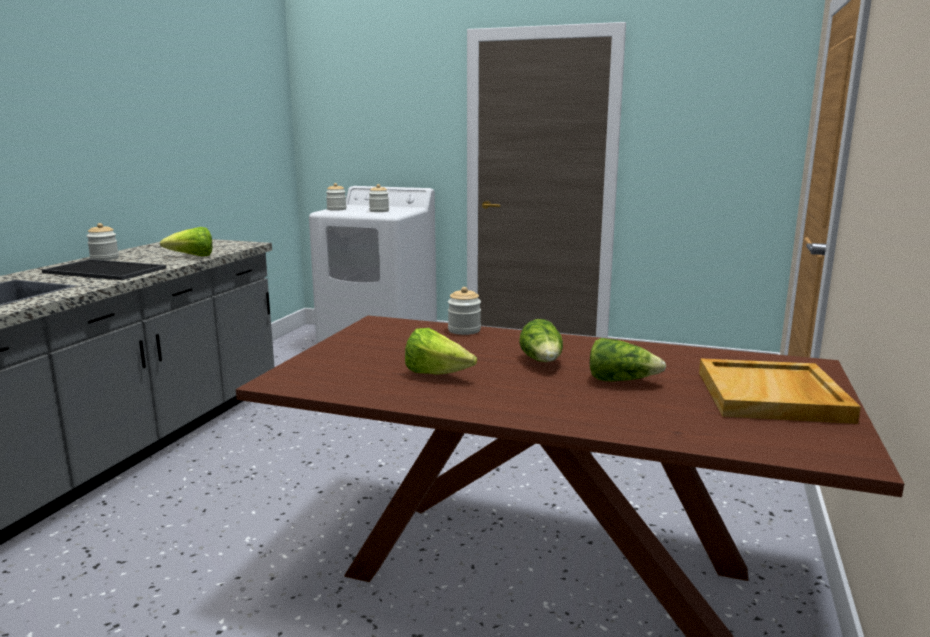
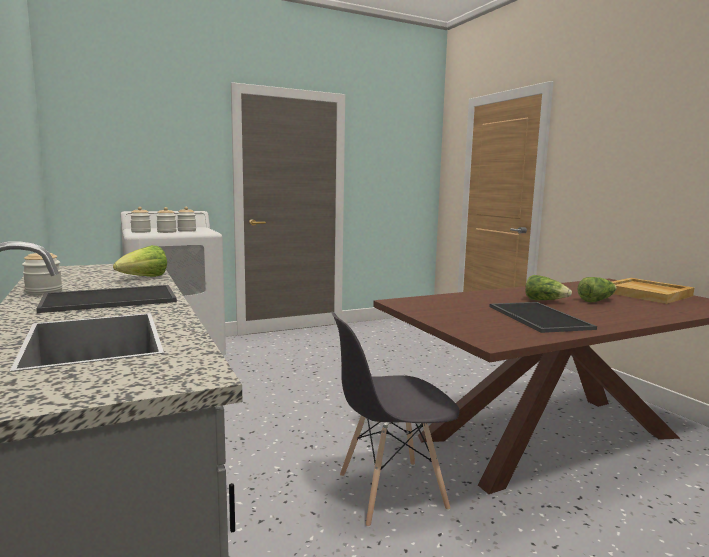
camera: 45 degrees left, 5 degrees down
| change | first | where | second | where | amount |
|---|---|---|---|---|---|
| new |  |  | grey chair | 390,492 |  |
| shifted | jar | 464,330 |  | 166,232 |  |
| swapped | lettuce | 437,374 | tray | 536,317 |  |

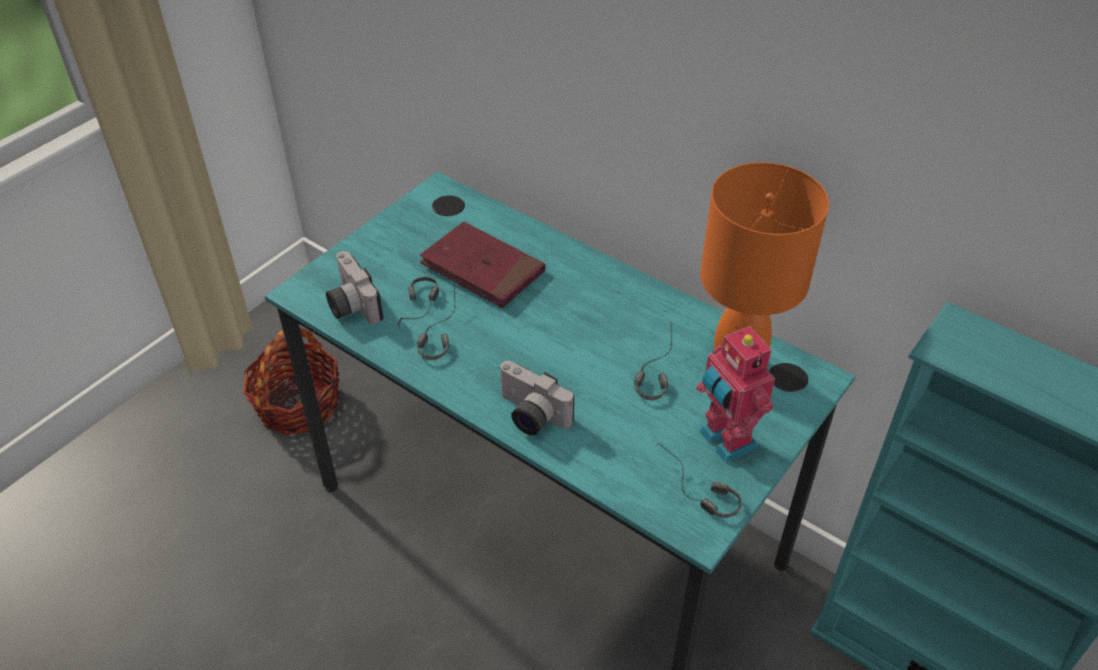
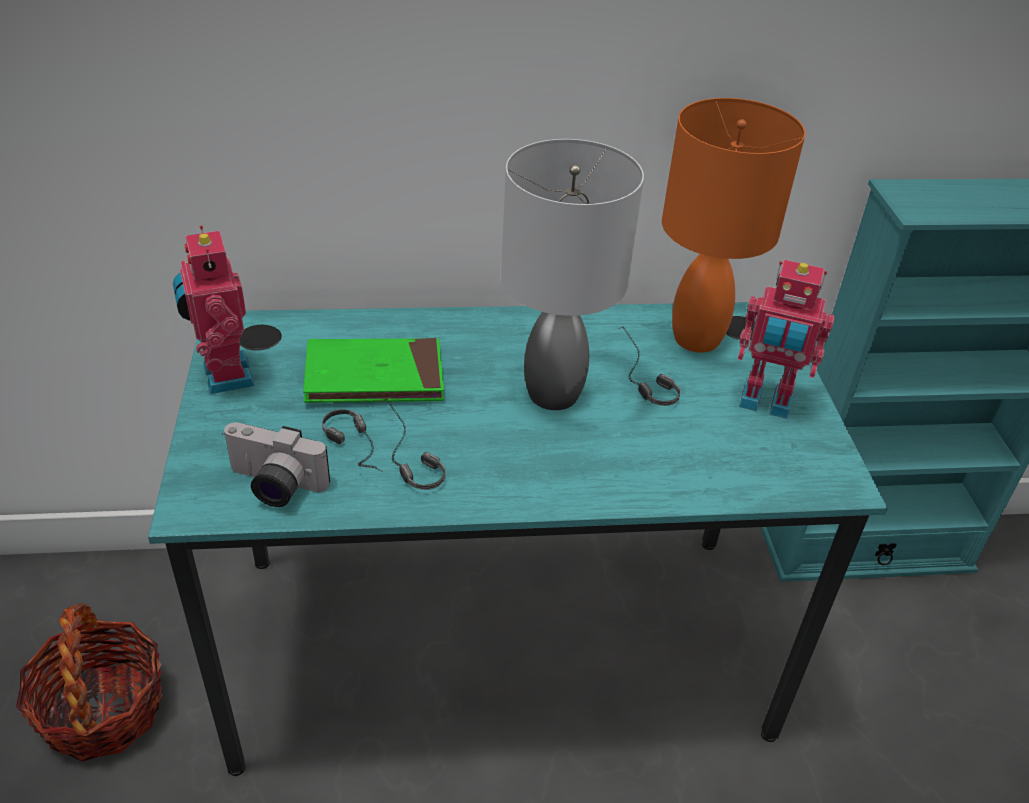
camera: 45 degrees left, 5 degrees down
| change | first | where | second | where | amount |
|---|---|---|---|---|---|
| gone | photo camera | 529,416 |  |  |  |
| gone | headphones | 692,490 |  |  |  |
| new |  |  | toy robot | 224,376 |  |
| new |  |  | grey table lamp | 554,395 |  |
| repainted | red book | 482,268 | green book | 374,376 |  |

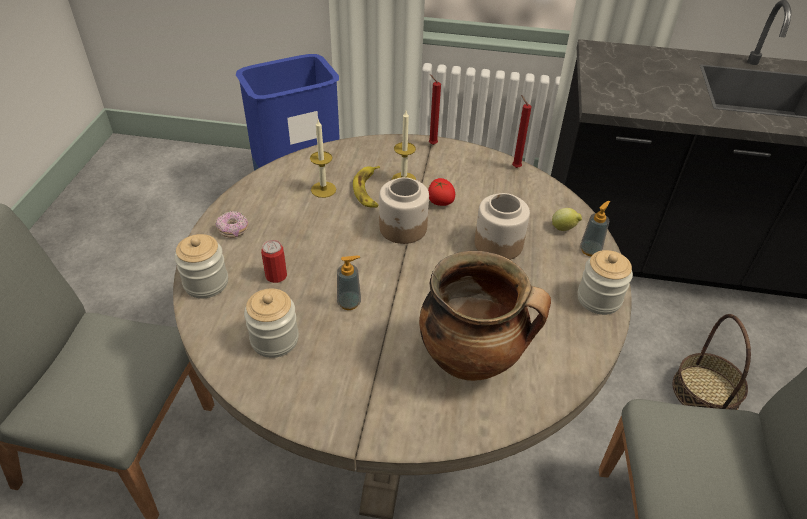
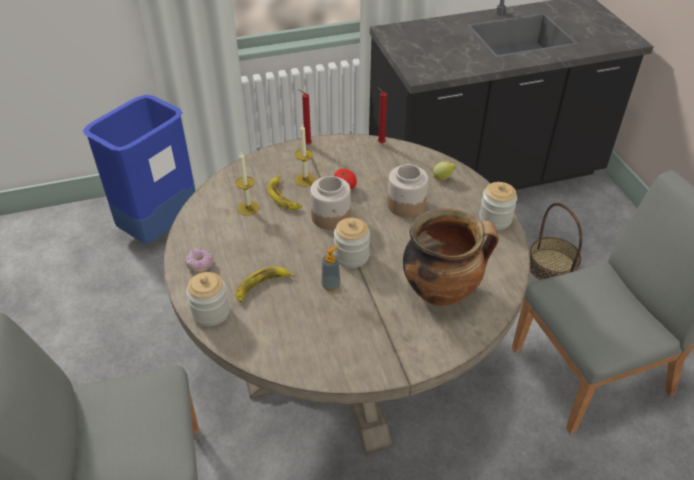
camera: 25 degrees left, 0 degrees up
| change | first | where | second | where | amount |
|---|---|---|---|---|---|
| gone | soap dispenser | 590,250 |  |  |  |
| shifted | jar | 274,339 |  | 351,256 |  |
| swapped | can | 276,276 | banana | 262,286 |  |

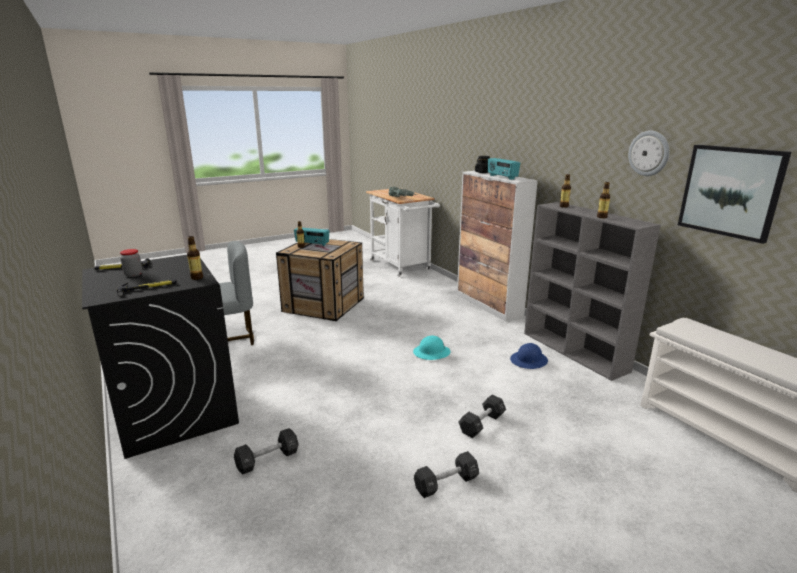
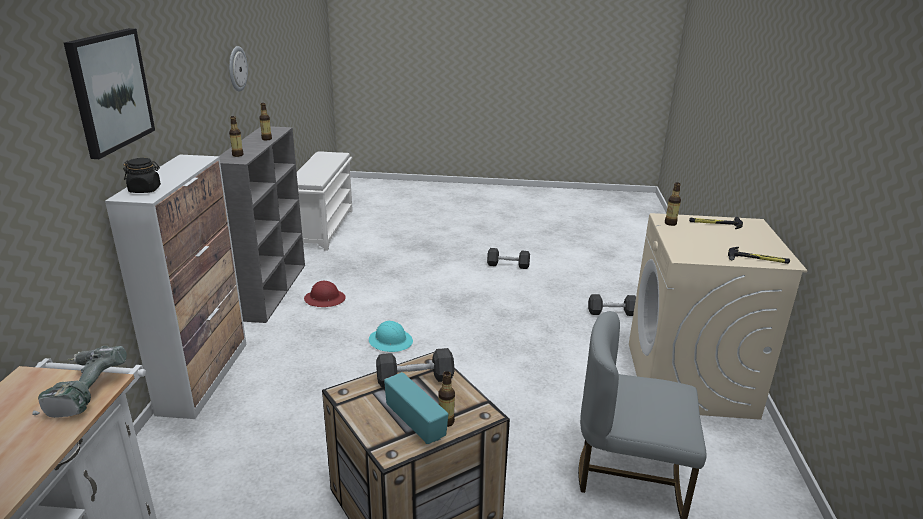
camera: 145 degrees left, 5 degrees up
| change | first | where | second | where | amount |
|---|---|---|---|---|---|
| gone | jar | 133,274 |  |  |  |
| gone | radio | 502,177 |  |  |  |
| shifted | black dumbbell | 482,424 |  | 415,379 |  |
| shifted | picture | 730,191 |  | 110,91 |  |
| repainted | black washing machine | 175,411 | beige washing machine | 690,380 |  |
| repainted | blue hard hat | 529,361 | red hard hat | 325,299 |  |

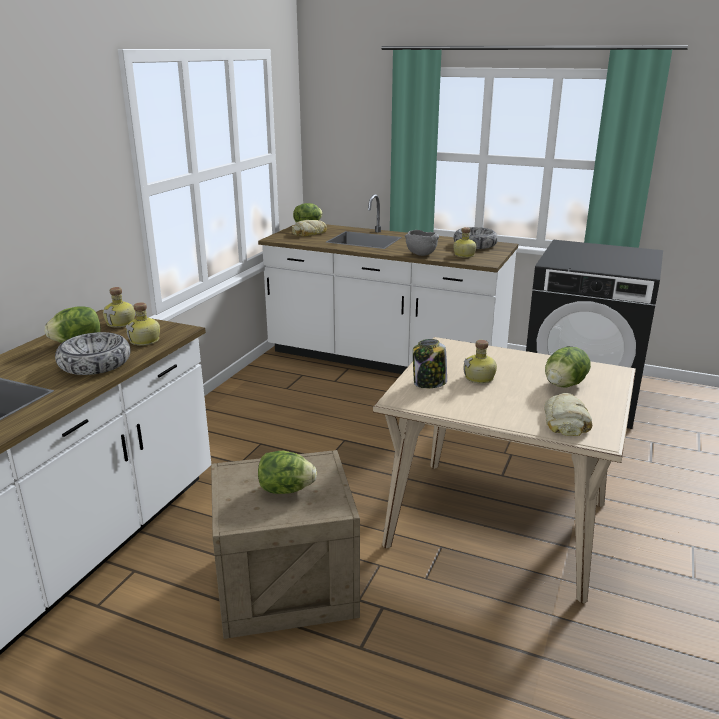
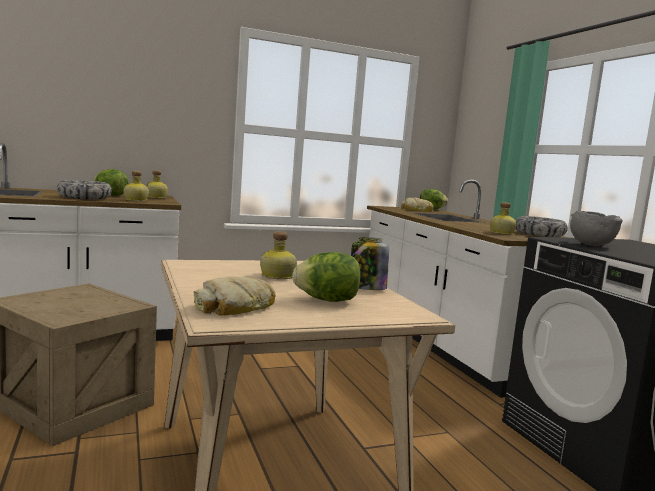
camera: 45 degrees right, 15 degrees down
| change | first | where | second | where | amount |
|---|---|---|---|---|---|
| gone | lettuce | 286,490 |  |  |  |
| shifted | grey bowl | 420,254 |  | 589,245 |  |
| shifted | jar | 429,383 |  | 366,288 |  |

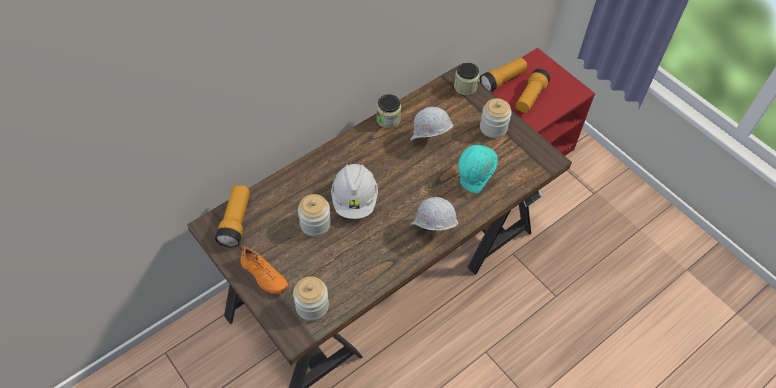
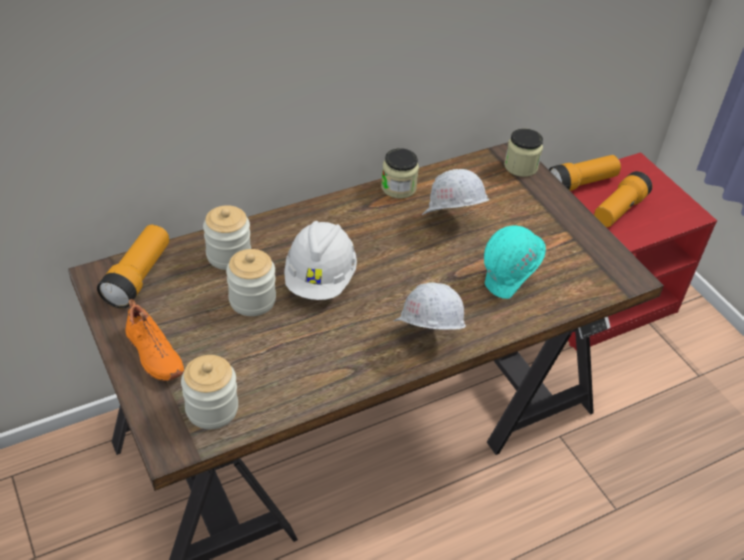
camera: 10 degrees right, 10 degrees down
| change | first | where | second | where | amount |
|---|---|---|---|---|---|
| shifted | jar | 493,128 |  | 229,255 |  |

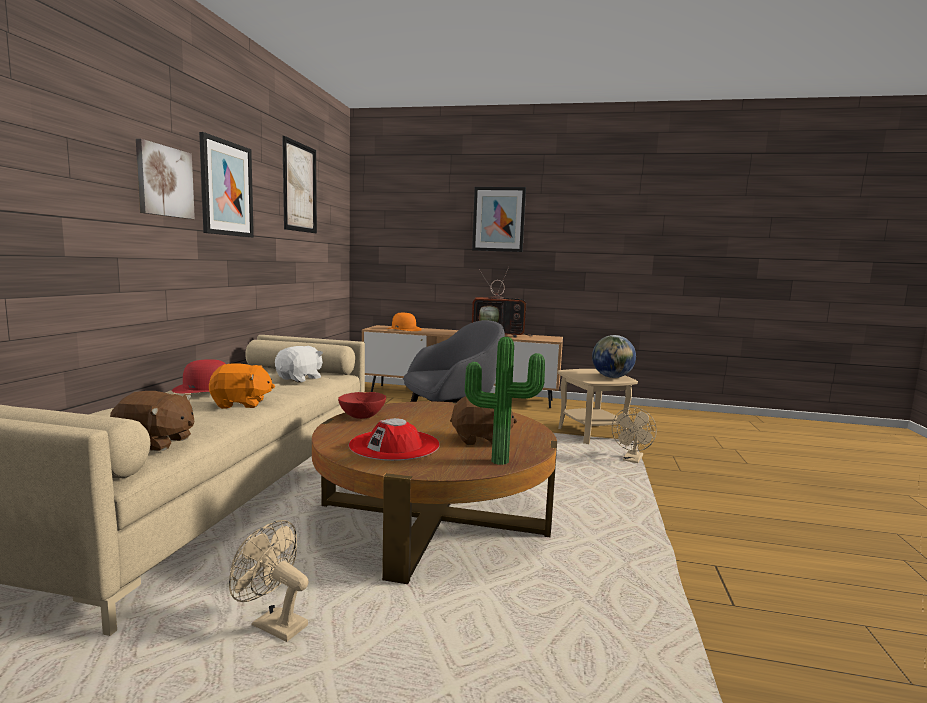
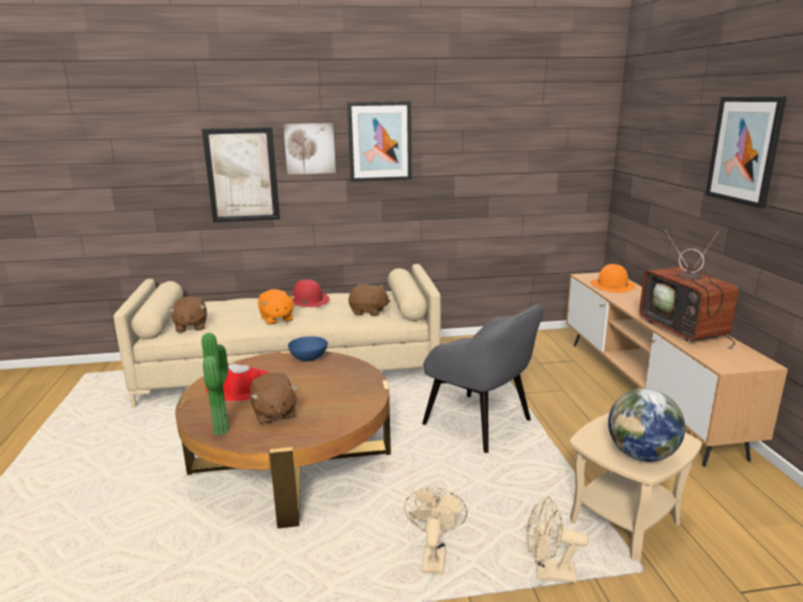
camera: 70 degrees right, 10 degrees up
| change | first | where | second | where | amount |
|---|---|---|---|---|---|
| shifted | beige fan | 273,624 |  | 433,555 |  |
| shifted | picture | 299,187 |  | 242,175 |  |
| repainted | white plush toy | 300,378 | brown plush toy | 368,312 |  |
| repainted | red bowl | 362,416 | blue bowl | 308,358 |  |

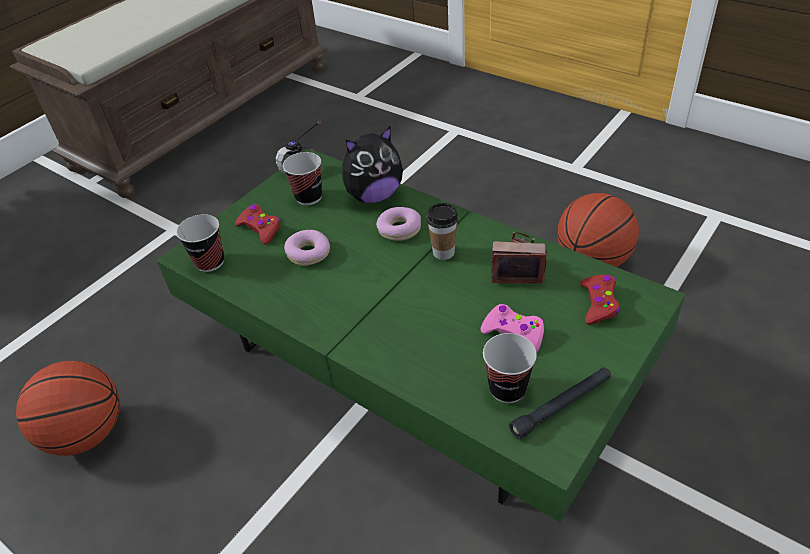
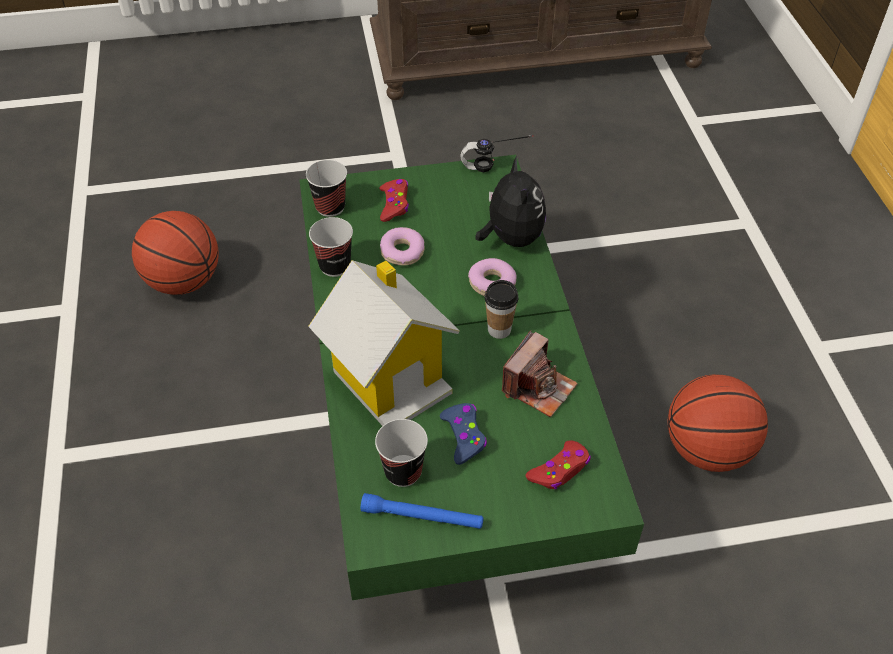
camera: 40 degrees right, 5 degrees up
| change | first | where | second | where | amount |
|---|---|---|---|---|---|
| new |  |  | toy house | 390,378 |  |
| shifted | cup | 308,197 |  | 335,266 |  |
| repainted | pink game controller | 514,332 | blue game controller | 464,436 |  |
| repainted | black flashlight | 561,406 | blue flashlight | 422,517 |  |
| rotated | plush toy | 374,195 |  | 511,238 | 120 degrees counterclockwise |
| rotated | photo camera | 516,267 |  | 538,387 | 75 degrees clockwise |

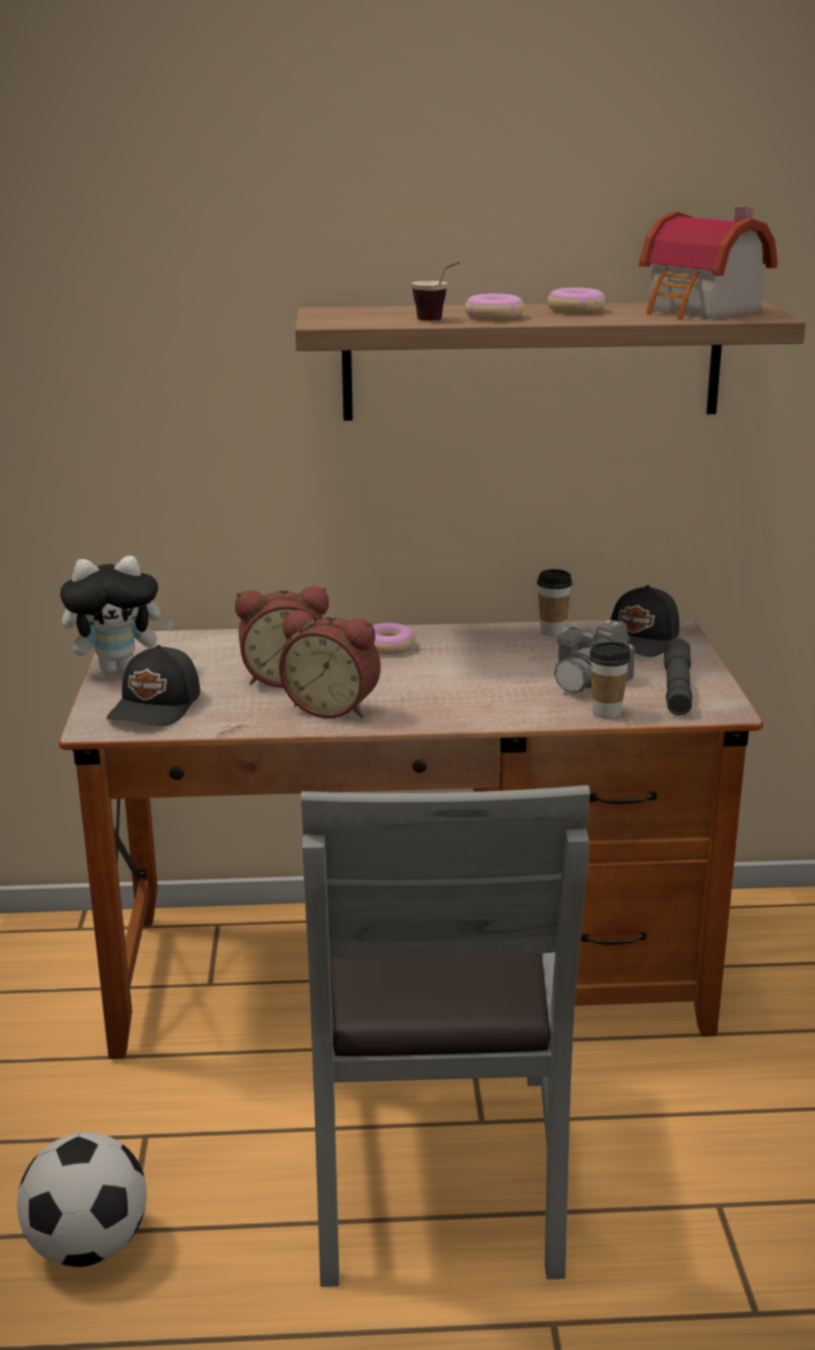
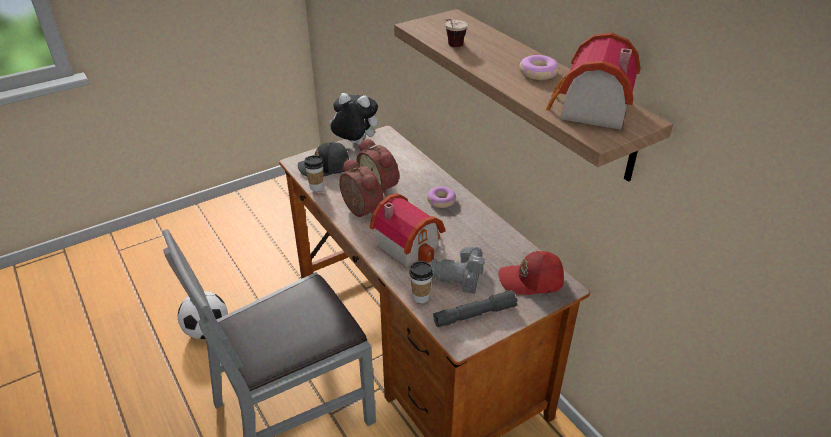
camera: 60 degrees right, 15 degrees up
| change | first | where | second | where | amount |
|---|---|---|---|---|---|
| gone | donut | 494,317 |  |  |  |
| new |  |  | toy house | 409,244 |  |
| shifted | cup | 552,631 |  | 316,187 |  |
| repainted | black cap | 640,640 | red cap | 531,281 |  |
| rotated | plush toy | 119,669 |  | 354,144 | 150 degrees clockwise |
| rotated | alarm clock | 333,707 |  | 359,211 | 150 degrees clockwise |

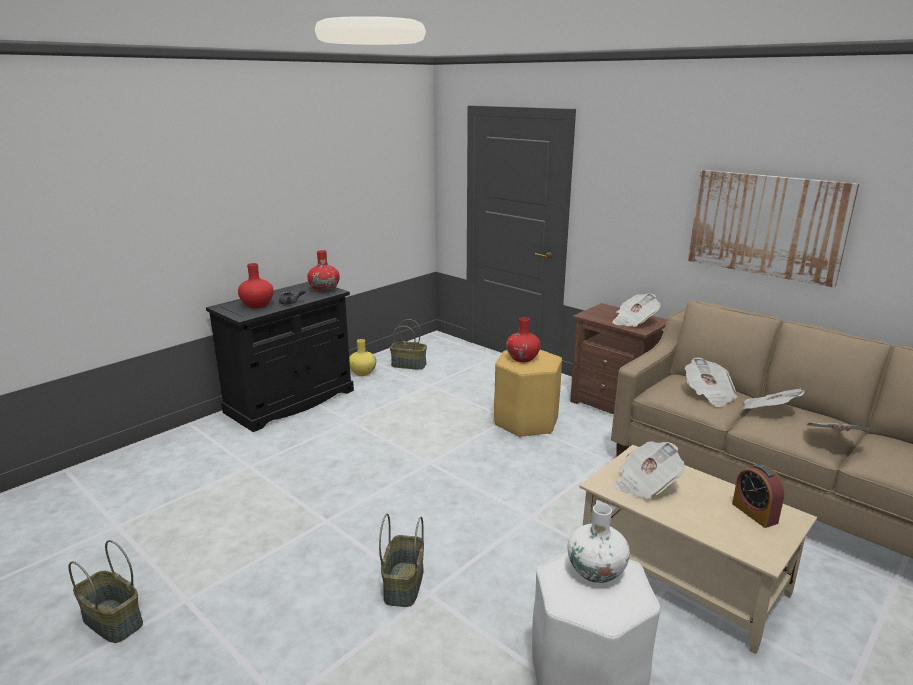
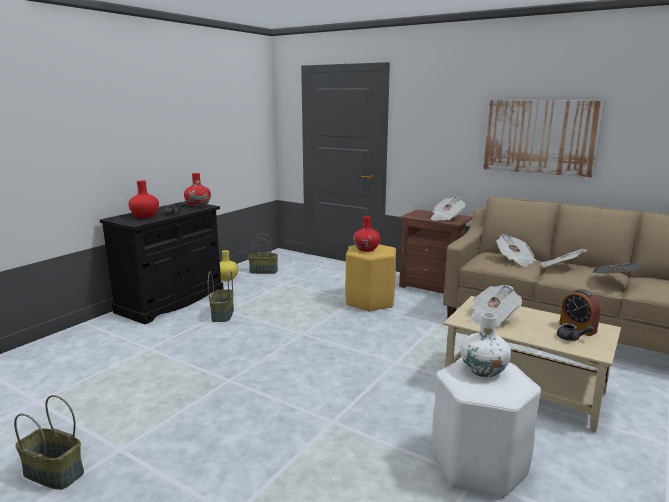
camera: 10 degrees left, 5 degrees down
| change | first | where | second | where | amount |
|---|---|---|---|---|---|
| new |  |  | grey teapot | 571,338 |  |
| shifted | basket | 403,584 |  | 222,314 |  |

